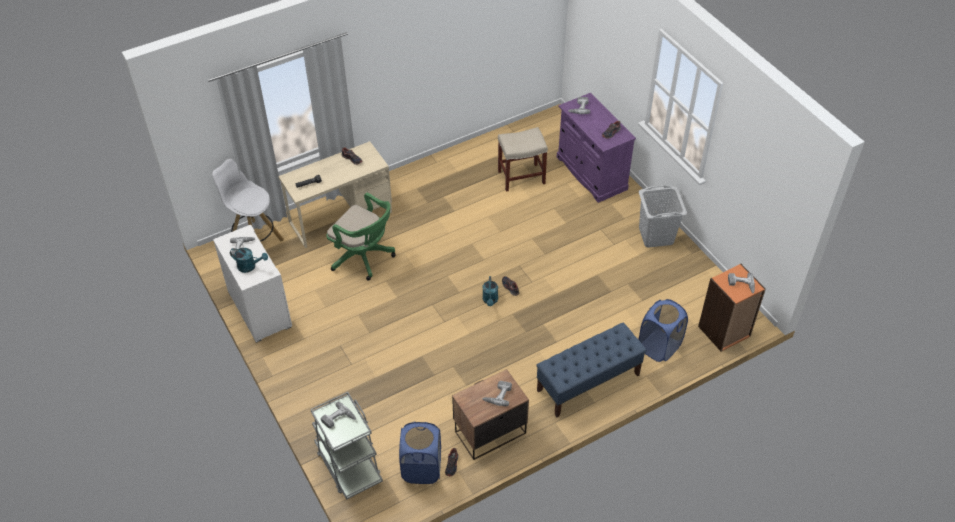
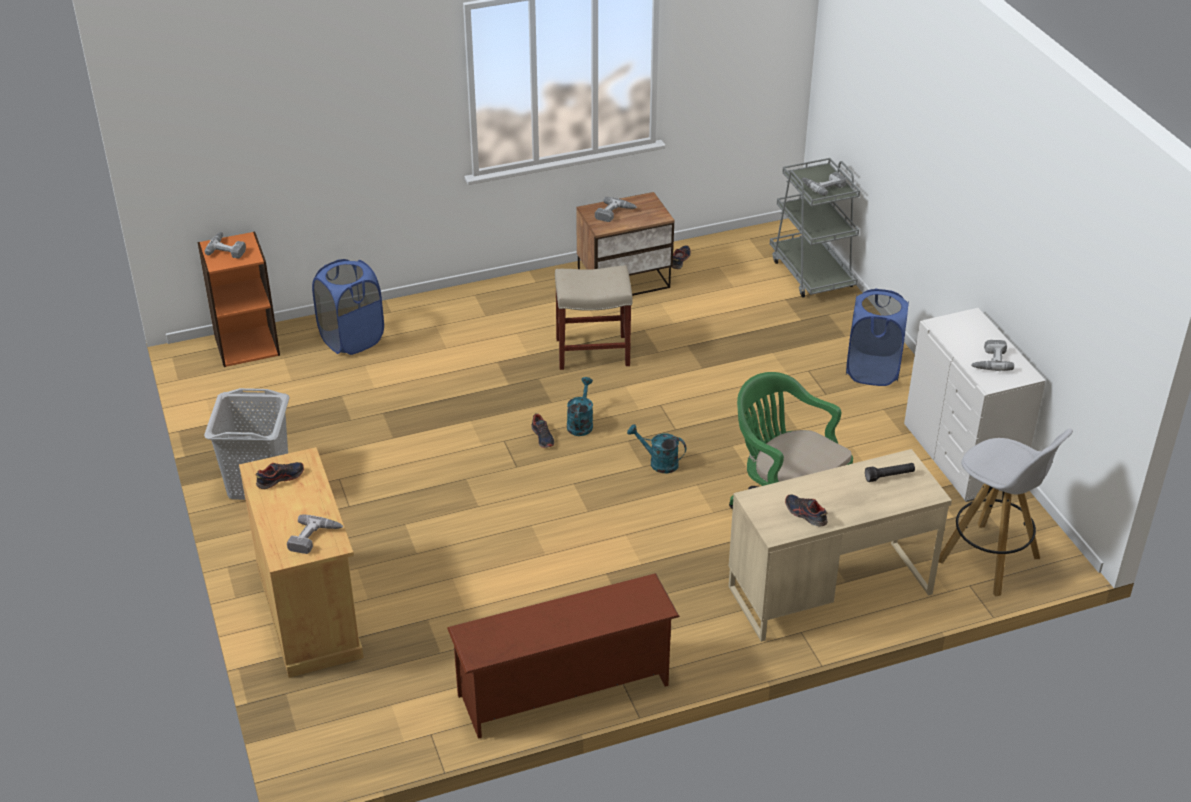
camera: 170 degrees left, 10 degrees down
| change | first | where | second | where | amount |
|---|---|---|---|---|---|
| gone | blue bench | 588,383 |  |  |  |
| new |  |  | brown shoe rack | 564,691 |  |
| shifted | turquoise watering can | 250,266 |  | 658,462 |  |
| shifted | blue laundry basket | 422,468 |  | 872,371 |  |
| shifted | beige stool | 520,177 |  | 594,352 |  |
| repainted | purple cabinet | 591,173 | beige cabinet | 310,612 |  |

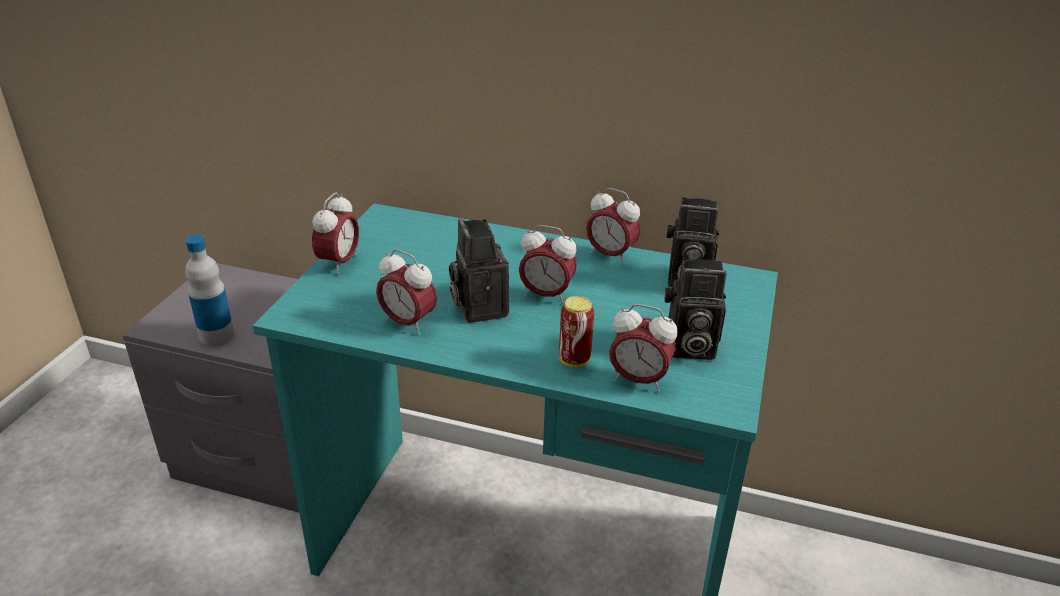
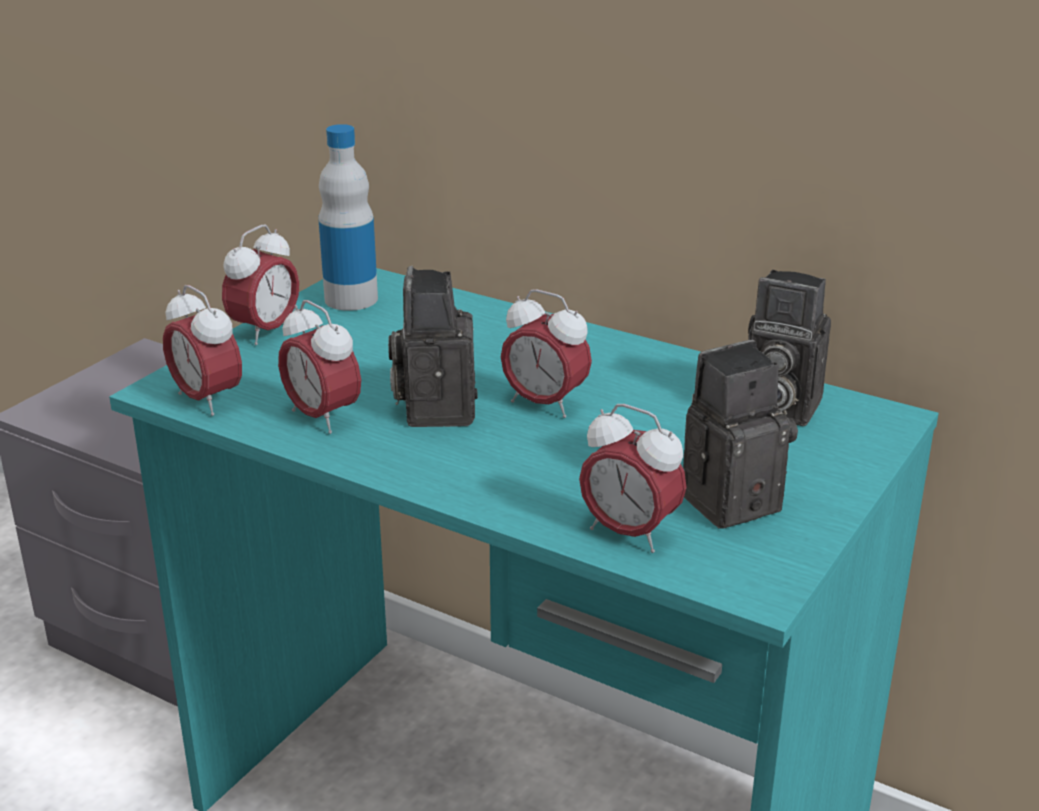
camera: 15 degrees right, 5 degrees down
| change | first | where | second | where | amount |
|---|---|---|---|---|---|
| gone | can | 574,360 |  |  |  |
| shifted | bottle | 216,335 |  | 351,299 |  |
| shifted | alarm clock | 610,255 |  | 207,400 |  |
| rotated | photo camera | 687,347 |  | 731,499 | 135 degrees clockwise |

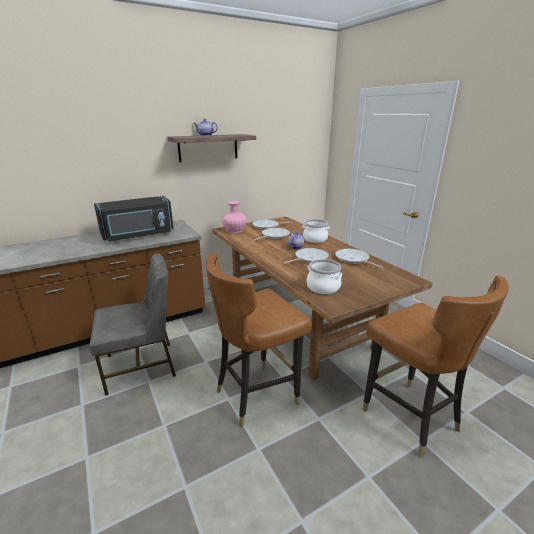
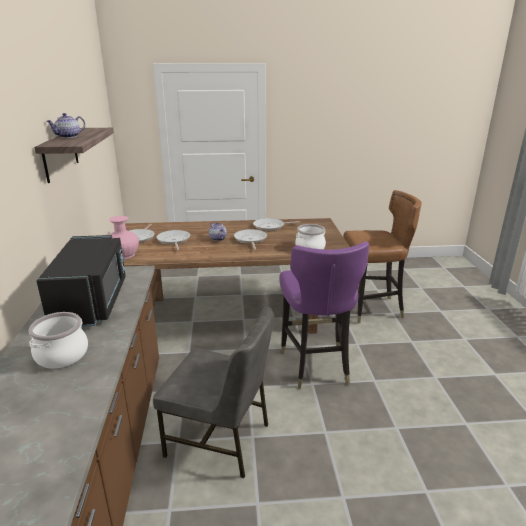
camera: 65 degrees left, 0 degrees up
| change | first | where | second | where | amount |
|---|---|---|---|---|---|
| shifted | cooking pot | 315,239 |  | 62,355 |  |
| repainted | brown chair | 257,394 | purple chair | 315,366 |  |
| rotated | grey chair | 142,366 |  | 220,439 | 105 degrees clockwise |

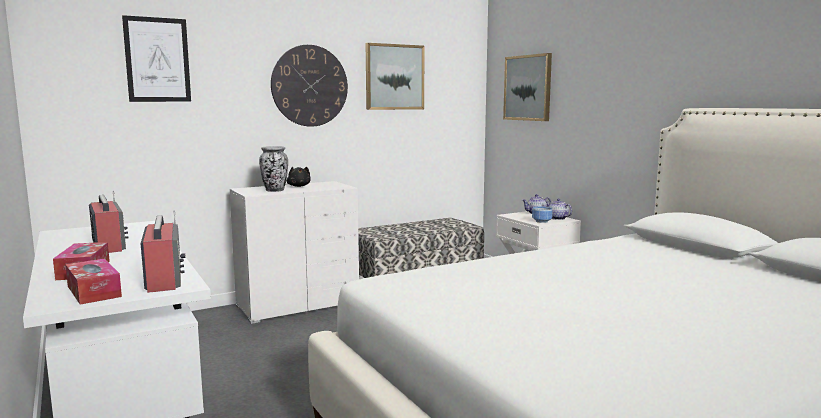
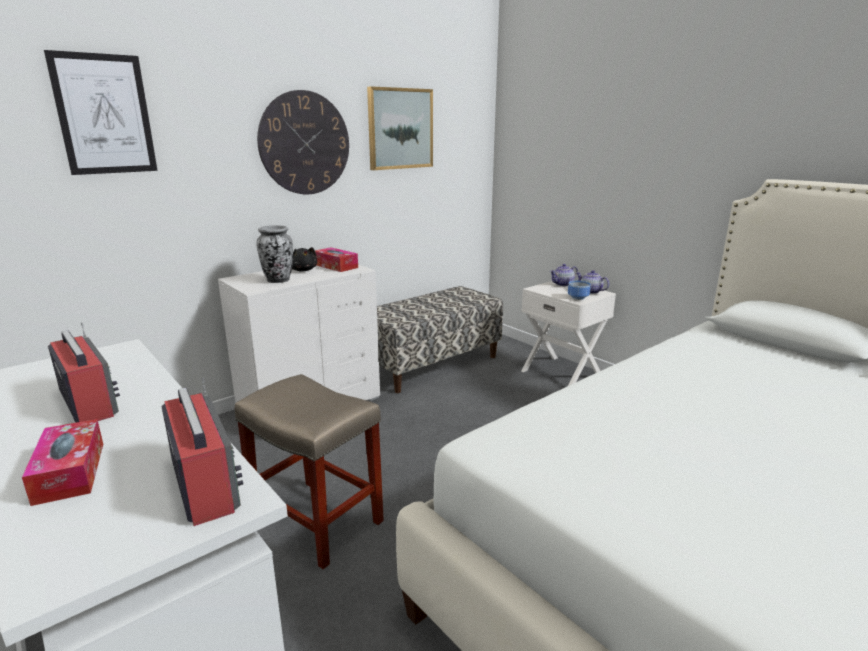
camera: 10 degrees left, 10 degrees up
| change | first | where | second | where | amount |
|---|---|---|---|---|---|
| gone | picture | 528,88 |  |  |  |
| new |  |  | beige stool | 318,521 |  |
| shifted | tissue box | 94,291 |  | 336,266 |  |

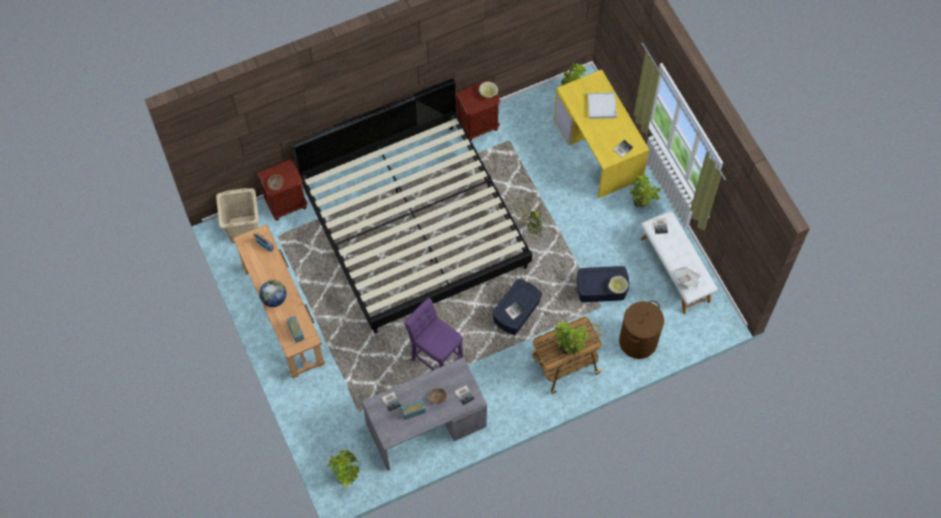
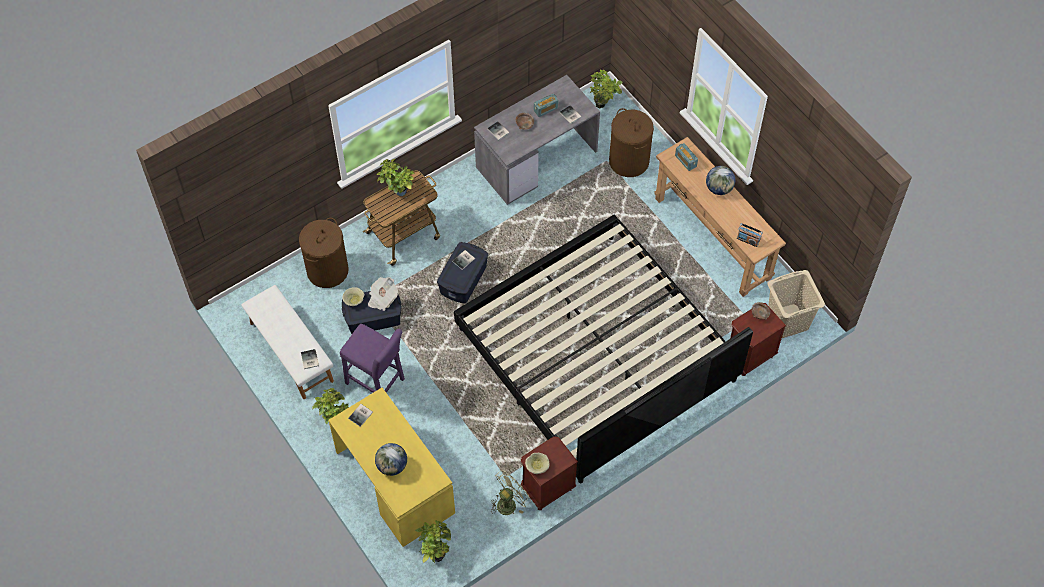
camera: 170 degrees right, 5 degrees down
| change | first | where | second | where | amount |
|---|---|---|---|---|---|
| new |  |  | brown laundry basket | 628,161 |  |
| shifted | purple stool | 435,359 |  | 377,383 |  |
| shifted | green fan | 531,229 |  | 509,502 |  |
| shifted | newspaper | 687,280 |  | 382,298 |  |
| swapped | white tray | 601,106 | globe | 392,466 |  |

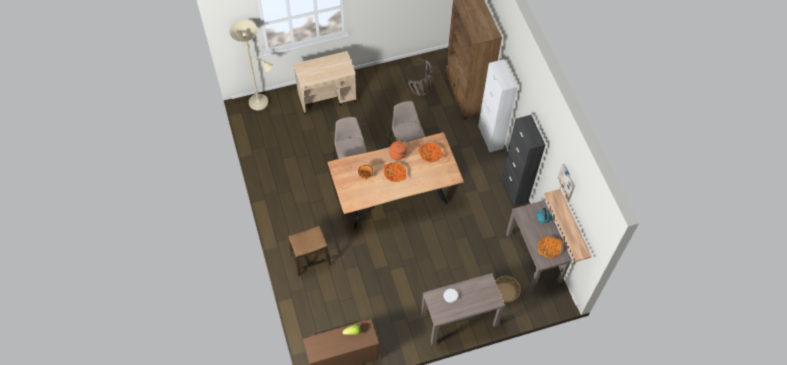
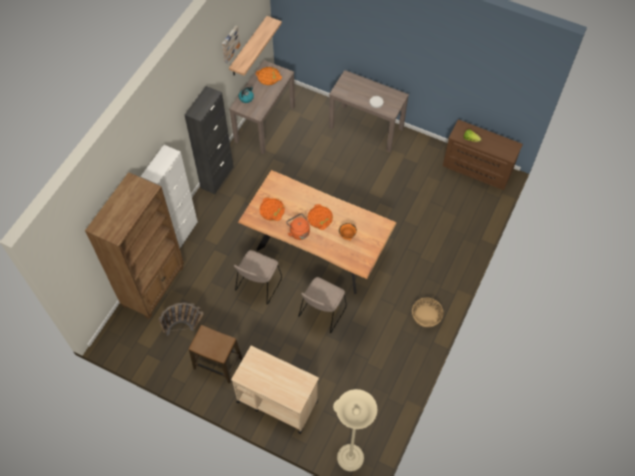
camera: 135 degrees left, 0 degrees up
| change | first | where | second | where | amount |
|---|---|---|---|---|---|
| shifted | stool | 311,260 |  | 217,363 |  |
| shifted | basket | 505,292 |  | 426,316 |  |

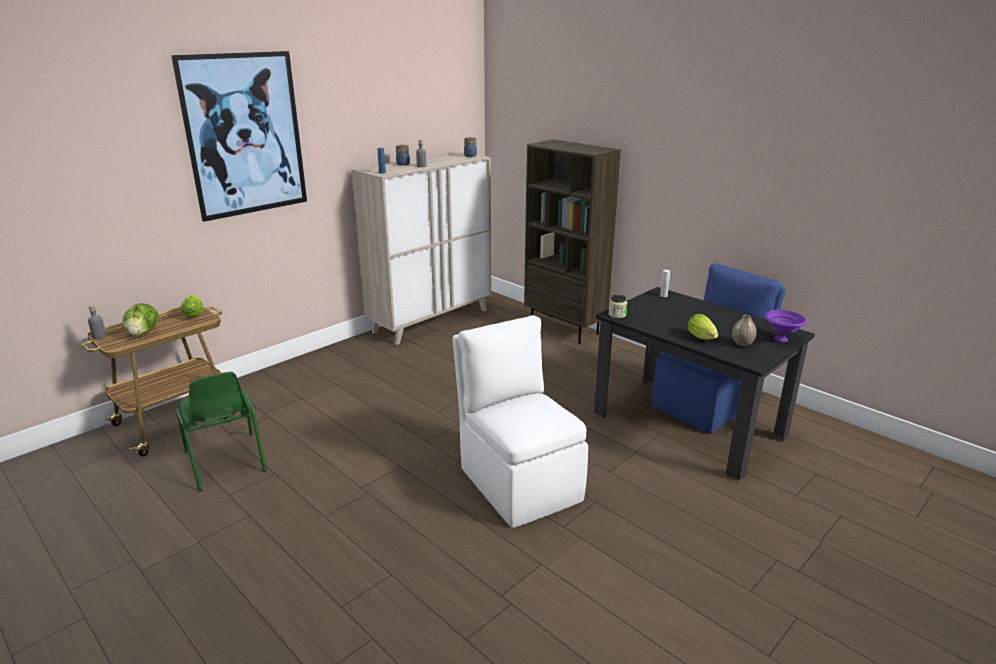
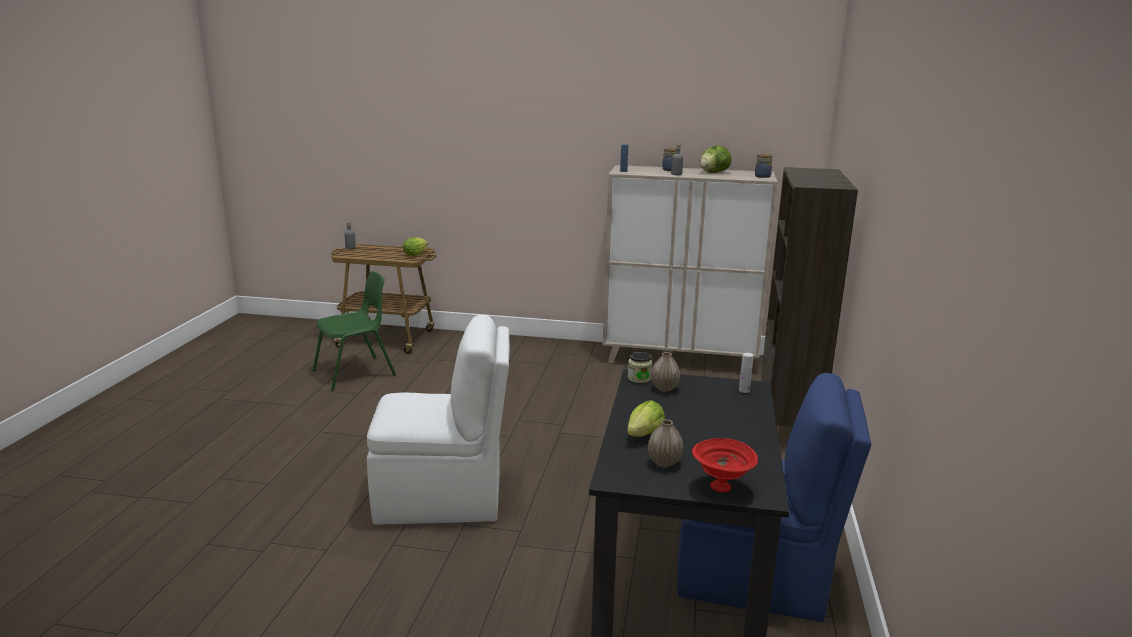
camera: 55 degrees right, 5 degrees down
| change | first | where | second | where | amount |
|---|---|---|---|---|---|
| gone | picture | 244,135 |  |  |  |
| new |  |  | vase | 664,388 |  |
| shifted | lettuce | 143,333 |  | 713,172 |  |
| repainted | purple bowl | 782,339 | red bowl | 722,488 |  |
| rotated | green chair | 226,462 |  | 356,373 | 150 degrees counterclockwise |
| rotated | white chair | 519,482 |  | 443,498 | 60 degrees clockwise |

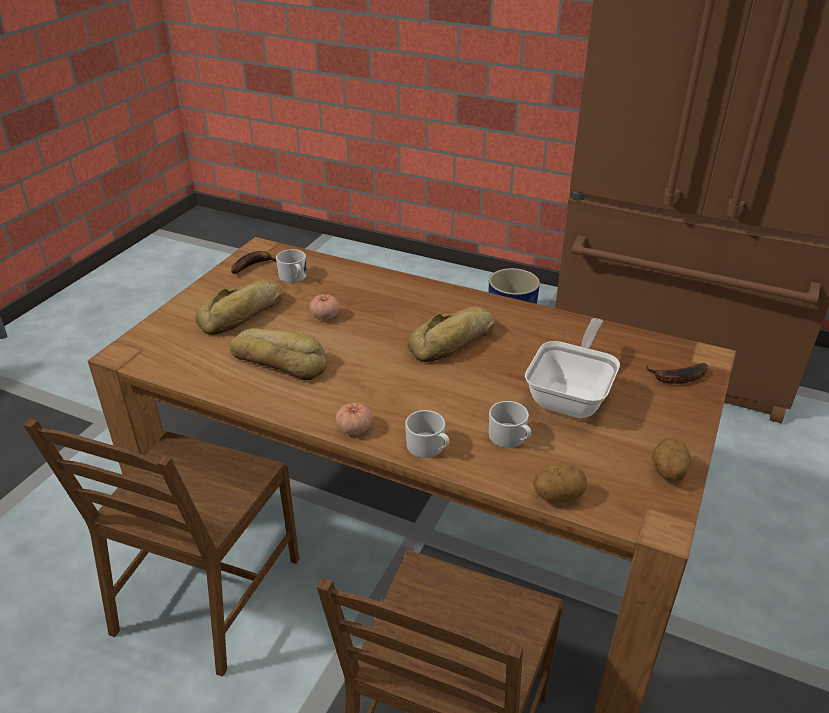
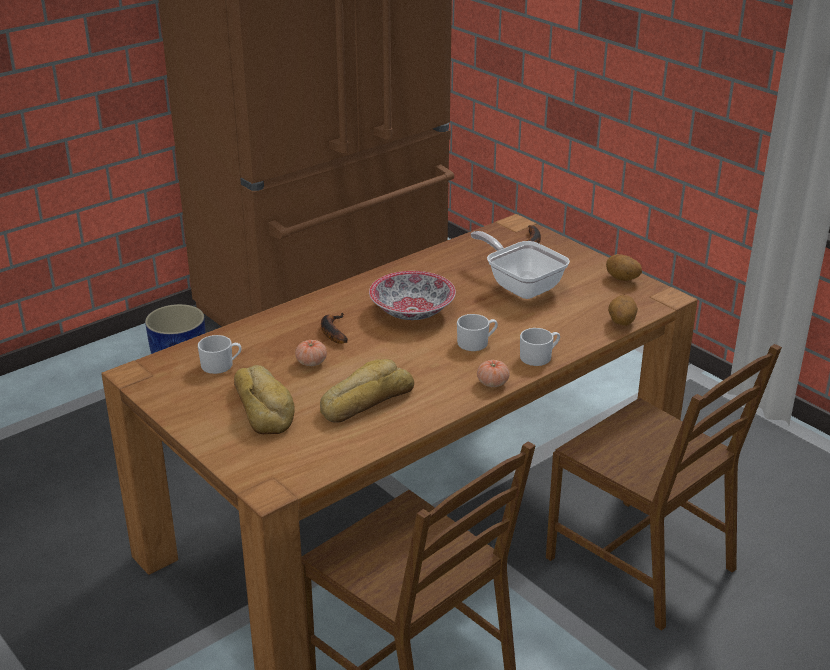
camera: 65 degrees left, 5 degrees down
| change | first | where | second | where | amount |
|---|---|---|---|---|---|
| shifted | banana | 253,265 |  | 332,331 |  |
| shifted | white mug | 510,438 |  | 476,342 |  |
| swapped | bread | 454,342 | bowl | 411,311 |  |

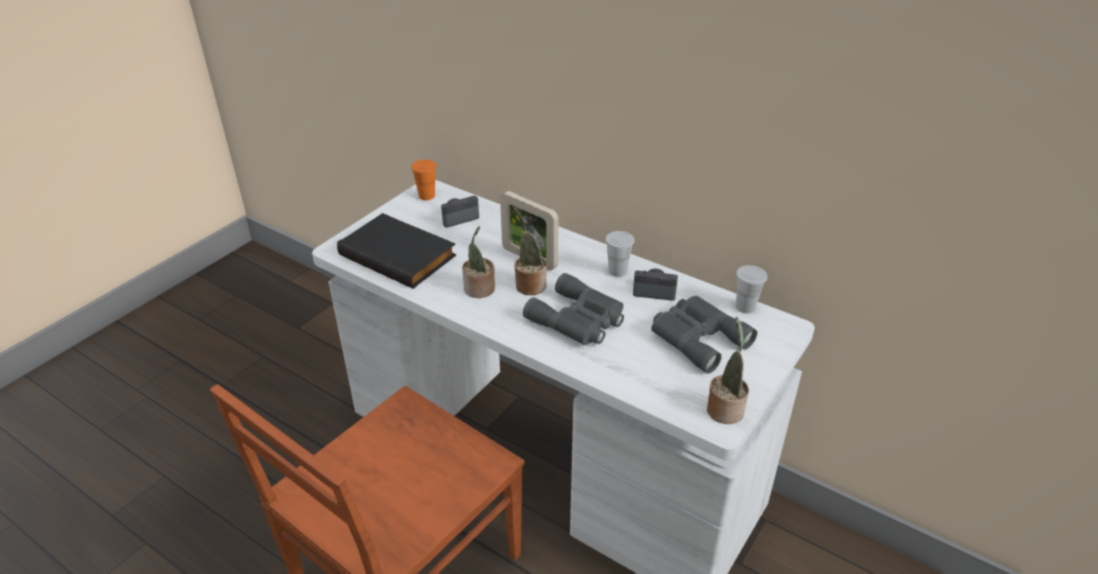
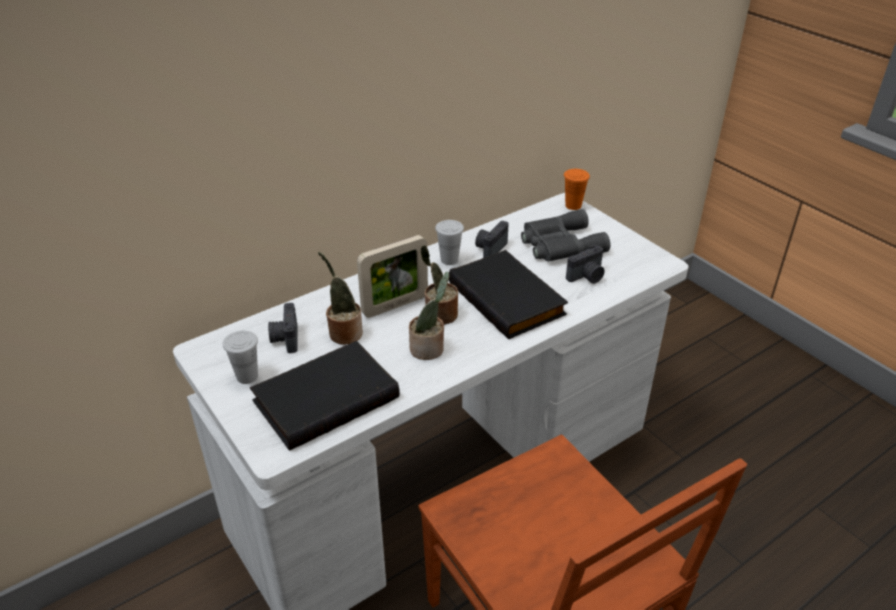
camera: 70 degrees left, 0 degrees up
| change | first | where | second | where | amount |
|---|---|---|---|---|---|
| new |  |  | photo camera | 587,277 |  |
| shifted | orange cup | 426,196 |  | 573,205 |  |
| shifted | potted plant | 725,408 |  | 343,333 |  |
| shifted | white cup | 745,307 |  | 247,376 |  |
| swapped | grey binoculars | 578,320 | black book | 509,298 |  |

